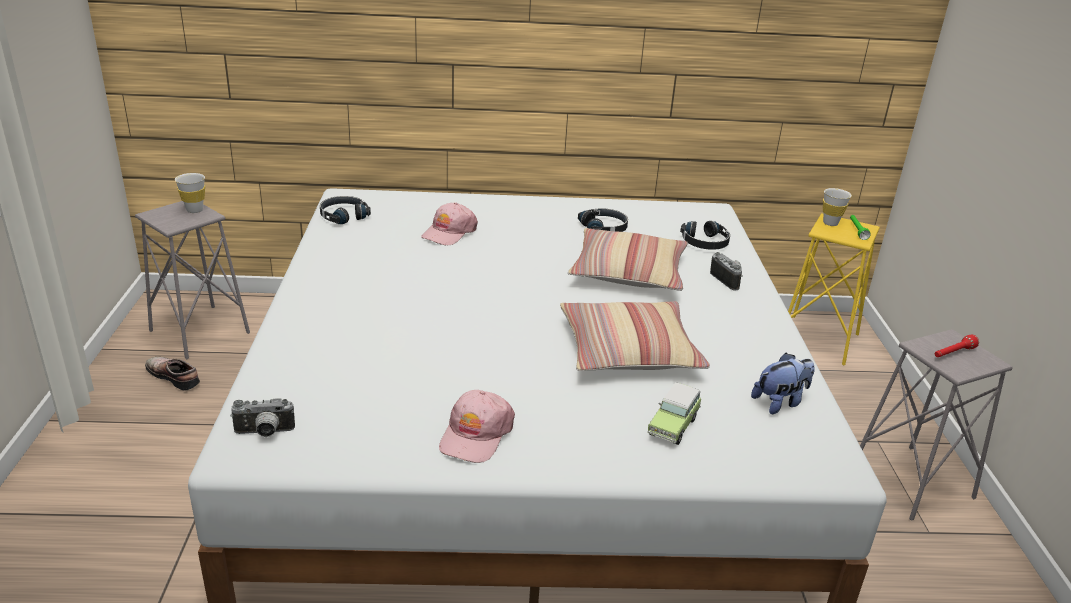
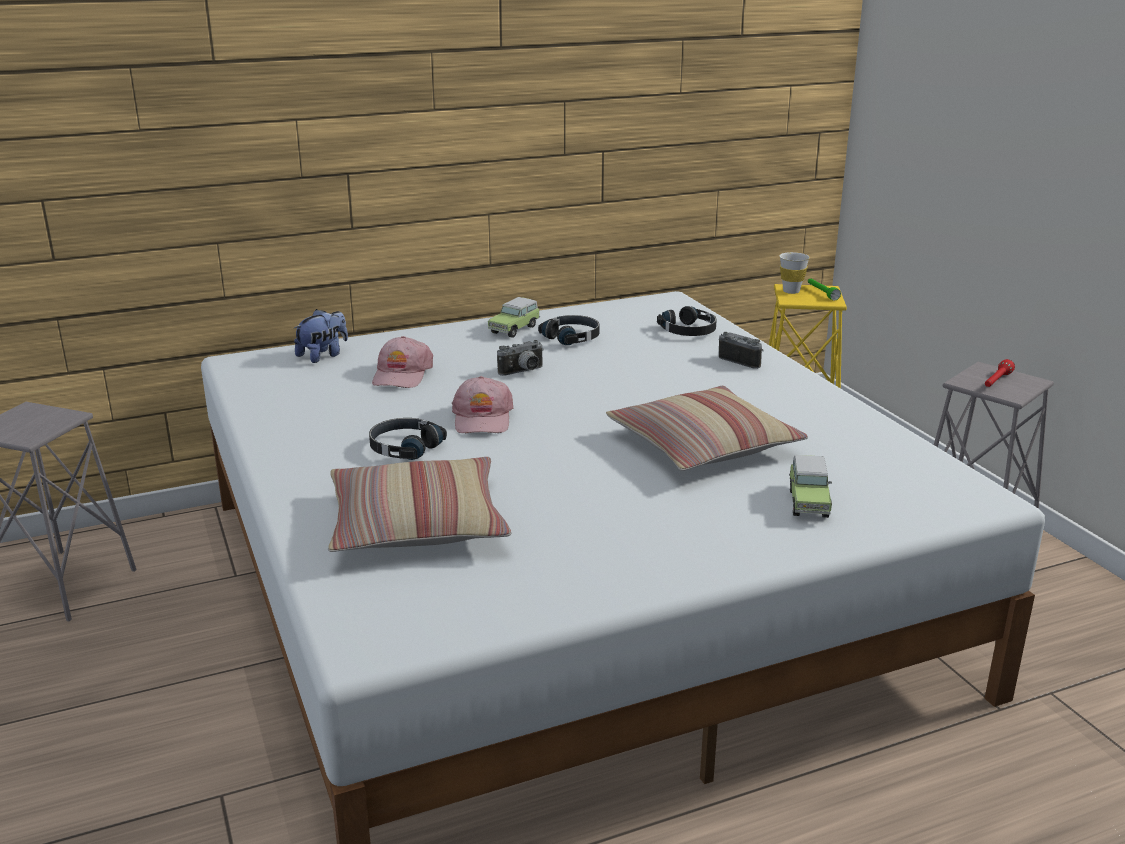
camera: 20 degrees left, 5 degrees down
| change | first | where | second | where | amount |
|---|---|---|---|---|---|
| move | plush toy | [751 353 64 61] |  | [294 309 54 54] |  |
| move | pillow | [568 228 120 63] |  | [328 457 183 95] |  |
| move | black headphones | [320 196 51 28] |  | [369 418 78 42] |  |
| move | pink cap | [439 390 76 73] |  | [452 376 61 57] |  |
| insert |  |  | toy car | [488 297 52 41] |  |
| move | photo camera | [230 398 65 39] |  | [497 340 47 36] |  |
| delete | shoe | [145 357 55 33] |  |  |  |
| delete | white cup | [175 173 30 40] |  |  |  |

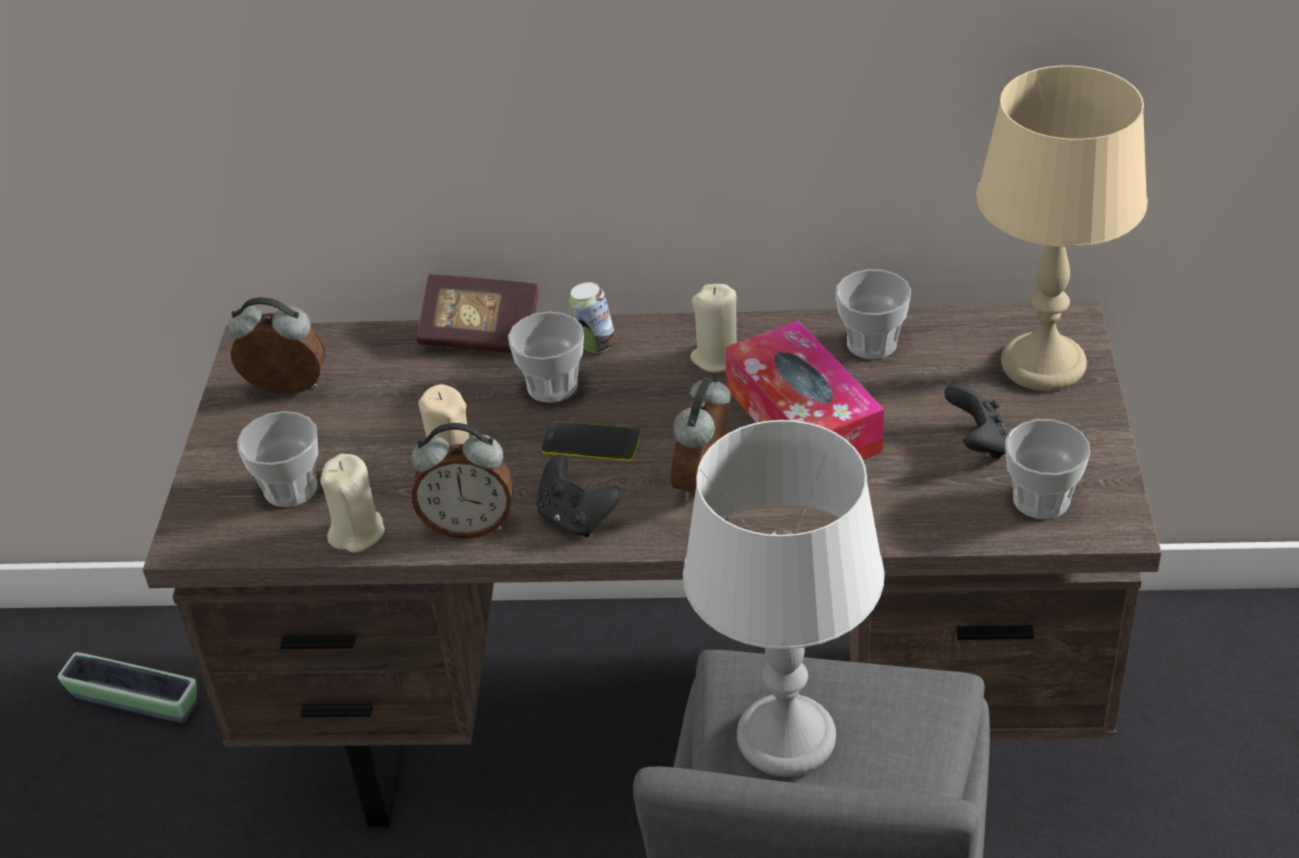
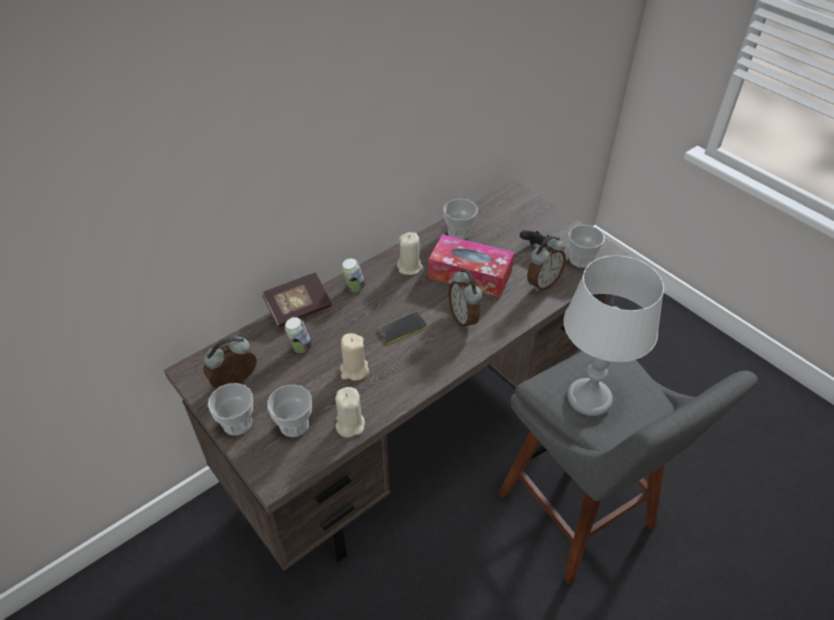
camera: 45 degrees left, 5 degrees up
| change | first | where | second | where | amount |
|---|---|---|---|---|---|
| move | cup | [508 312 76 91] |  | [208 383 45 53] |  |
| insert |  |  | can | [285 317 27 36] |  |
| move | alarm clock | [411 423 102 116] |  | [527 236 39 56] |  |
| delete | planter | [58 652 138 71] |  |  |  |
| delete | black game controller | [536 454 86 83] |  |  |  |
| delete | beige table lamp | [976 65 172 326] |  |  |  |

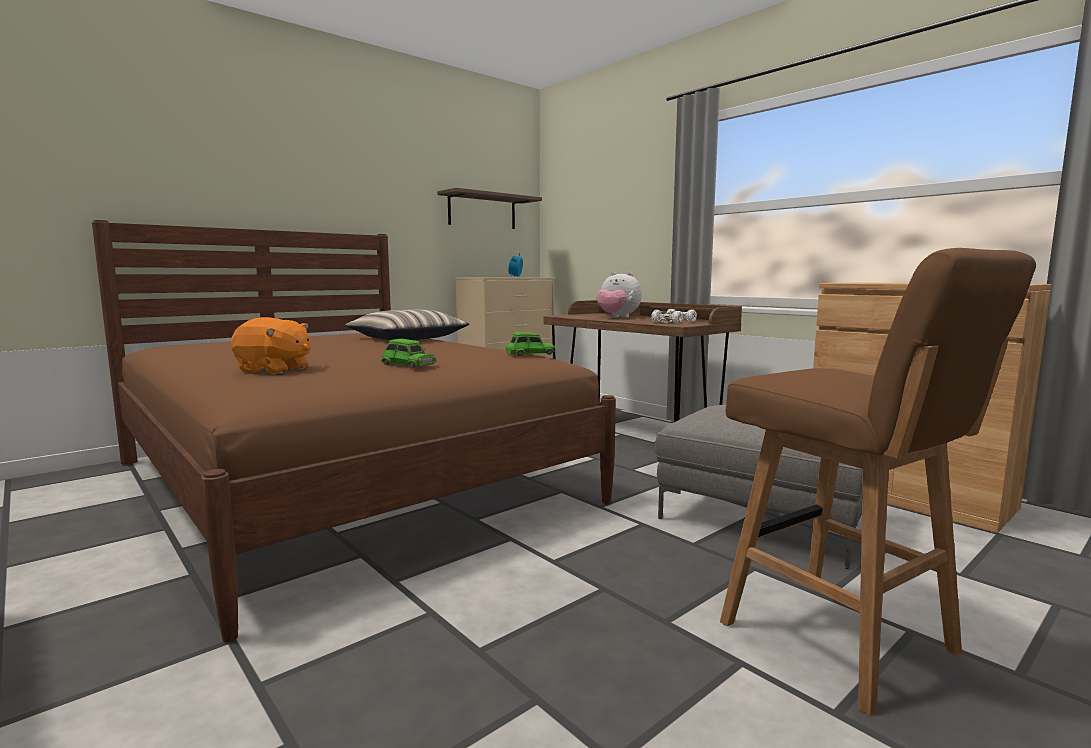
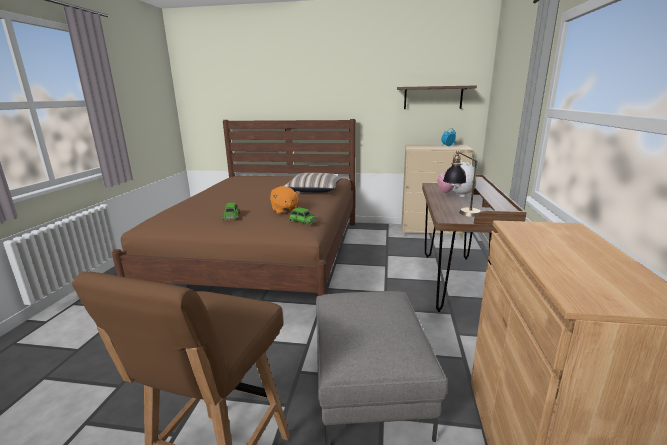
camera: 50 degrees right, 10 degrees up
| change | first | where | second | where | amount |
|---|---|---|---|---|---|
| move | orange plush toy | [231 317 80 57] |  | [270 186 30 28] |  |
| replace | white toy car | [651 309 46 15] | table lamp | [443 150 38 67] |  |

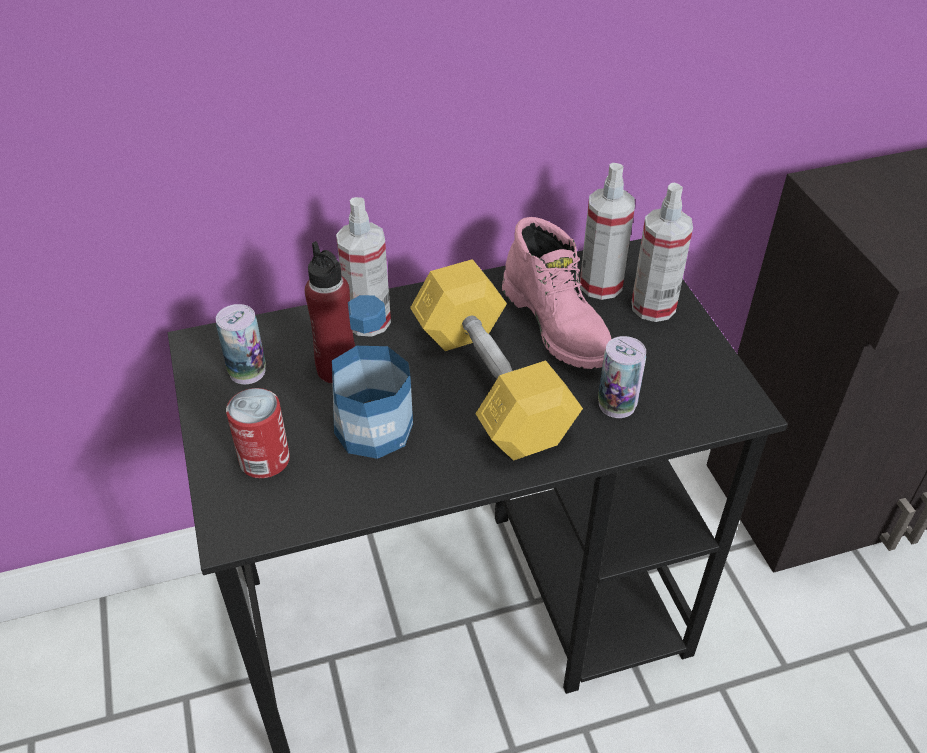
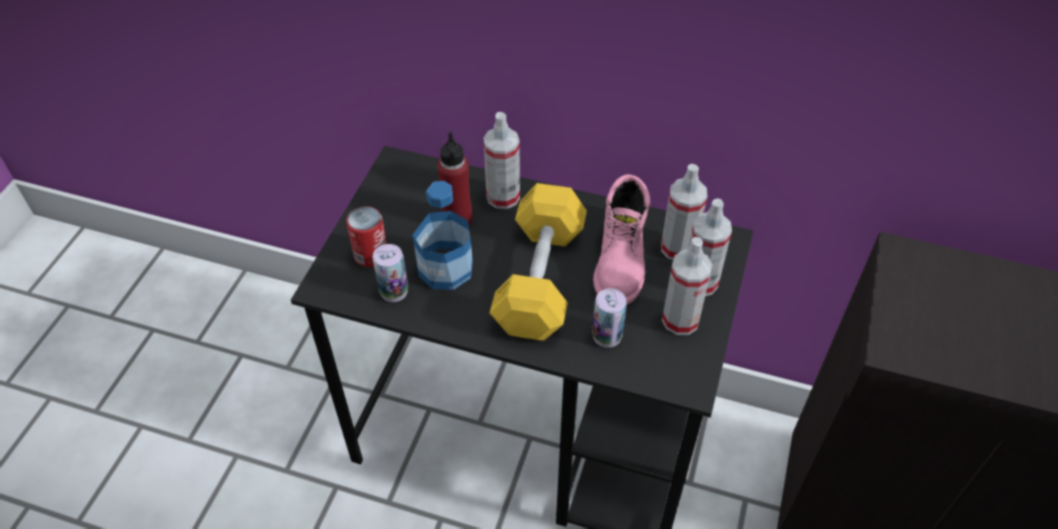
camera: 35 degrees right, 5 degrees up
| change | first | where | second | where | amount |
|---|---|---|---|---|---|
| move | can | [216 304 50 80] |  | [373 244 35 58] |  |
| insert |  |  | spray bottle | [662 237 51 98] |  |

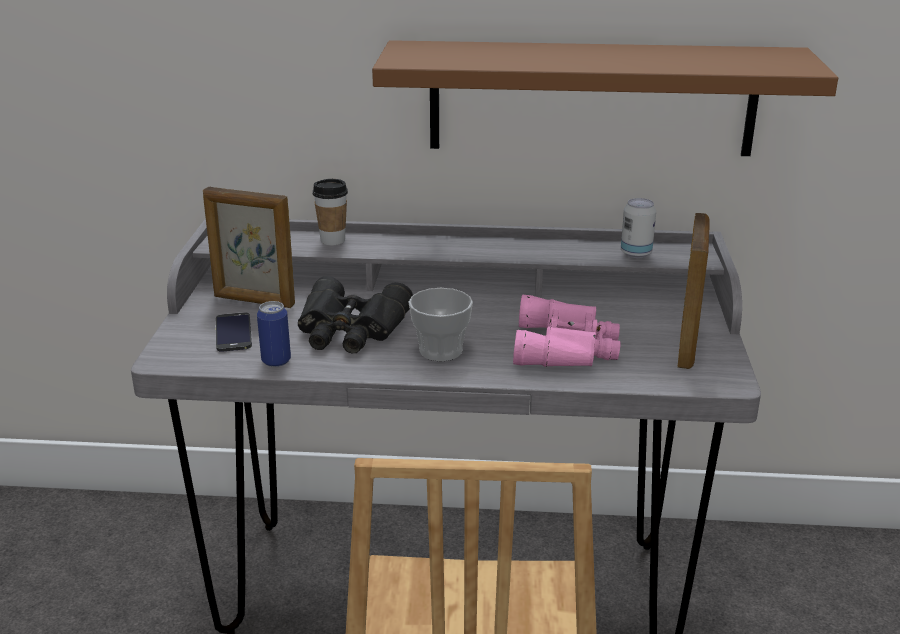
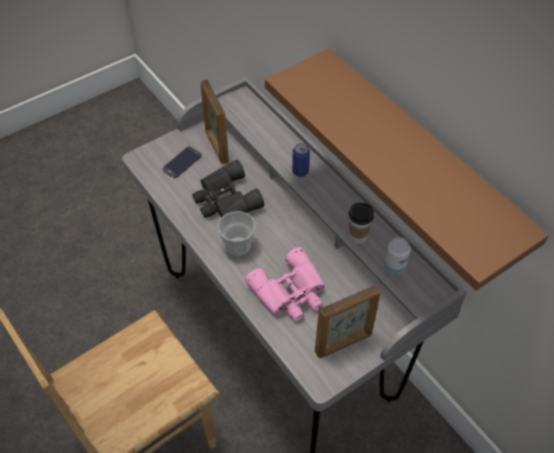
camera: 50 degrees right, 25 degrees up
| change | first | where | second | where | amount |
|---|---|---|---|---|---|
| move | can | [257 301 34 66] |  | [292 143 18 34] |  |
| move | cup | [312 179 36 66] |  | [349 202 25 42] |  |

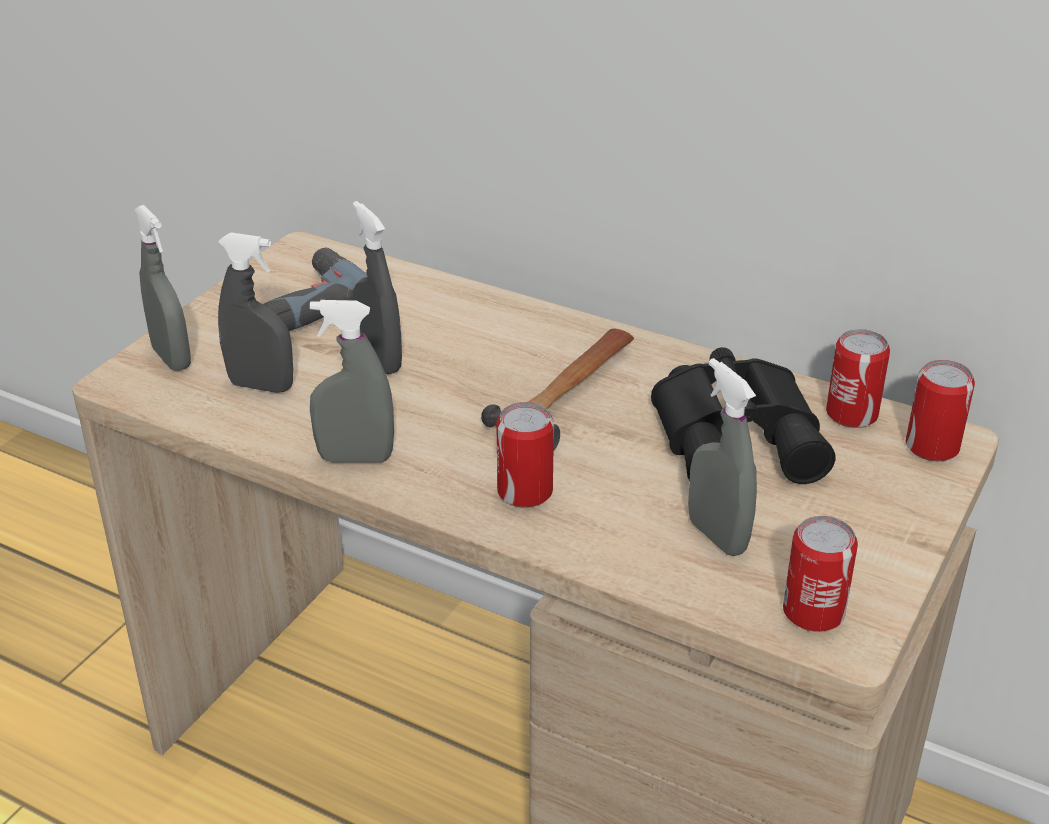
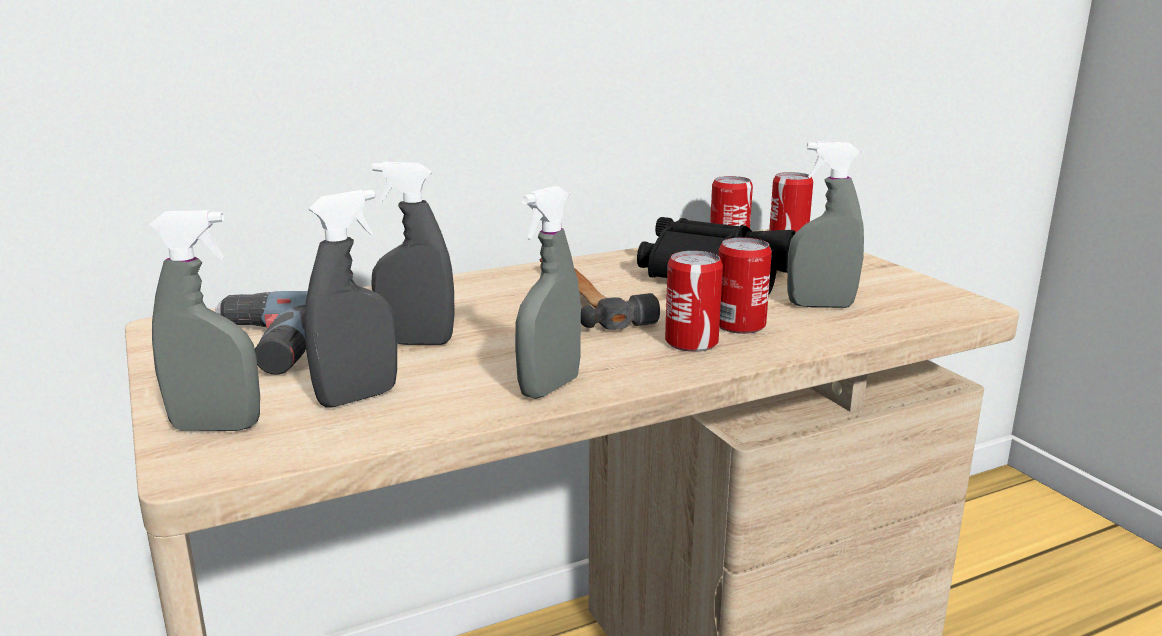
camera: 55 degrees left, 15 degrees down
| change | first | where | second | where | amount |
|---|---|---|---|---|---|
| move | can | [783 516 75 116] |  | [718 237 54 97] |  |

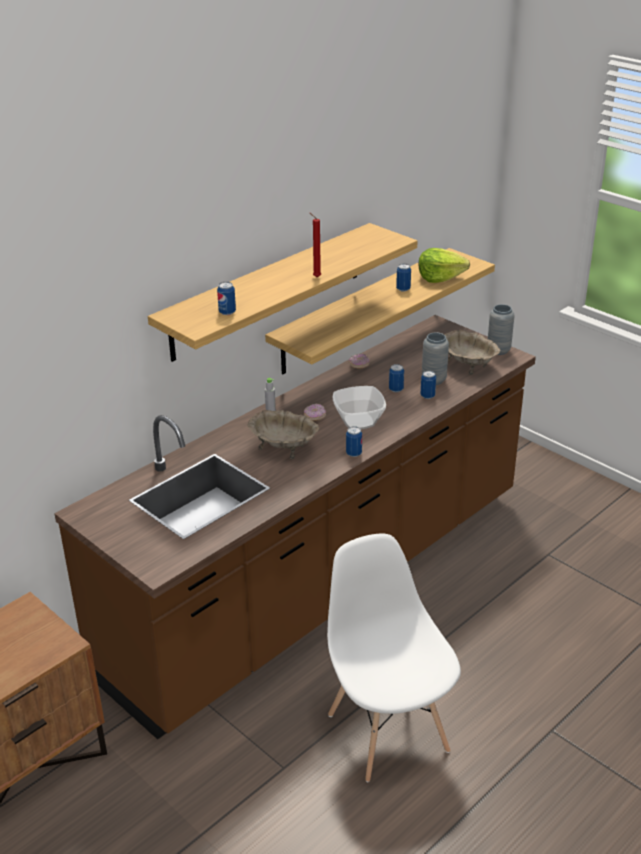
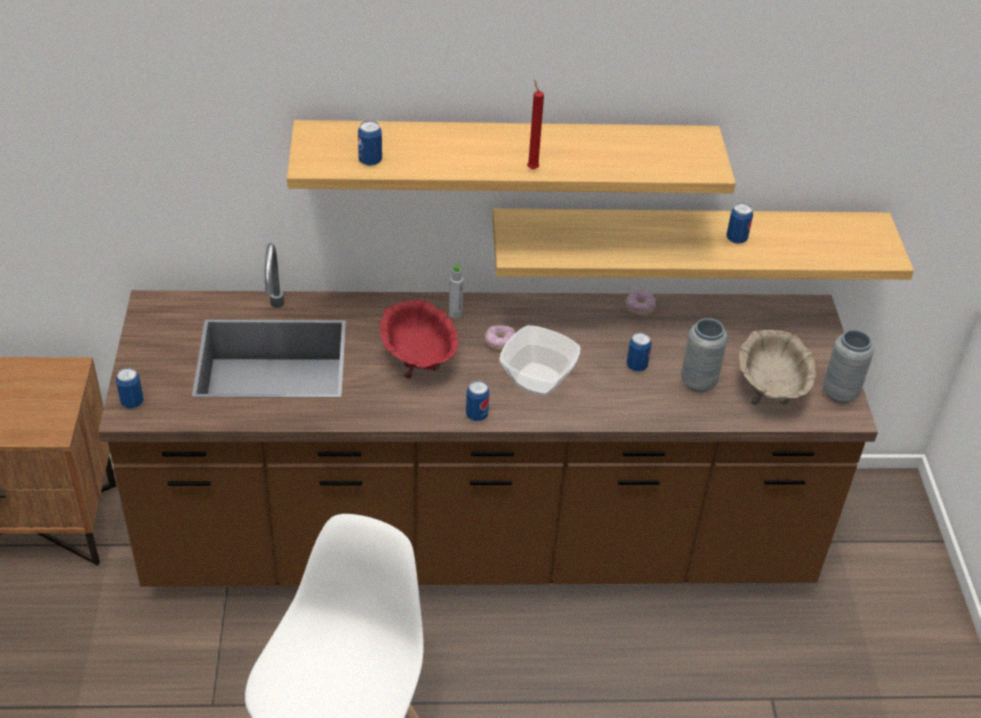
camera: 40 degrees right, 10 degrees up
| change | first | where | second | where | amount |
|---|---|---|---|---|---|
| move | can | [421 370 15 29] |  | [116 367 28 42] |  |
| recolor | beige bowl | [247 410 72 49] | red bowl | [379 300 79 79] |  |
| delete | lettuce | [419 248 51 35] |  |  |  |

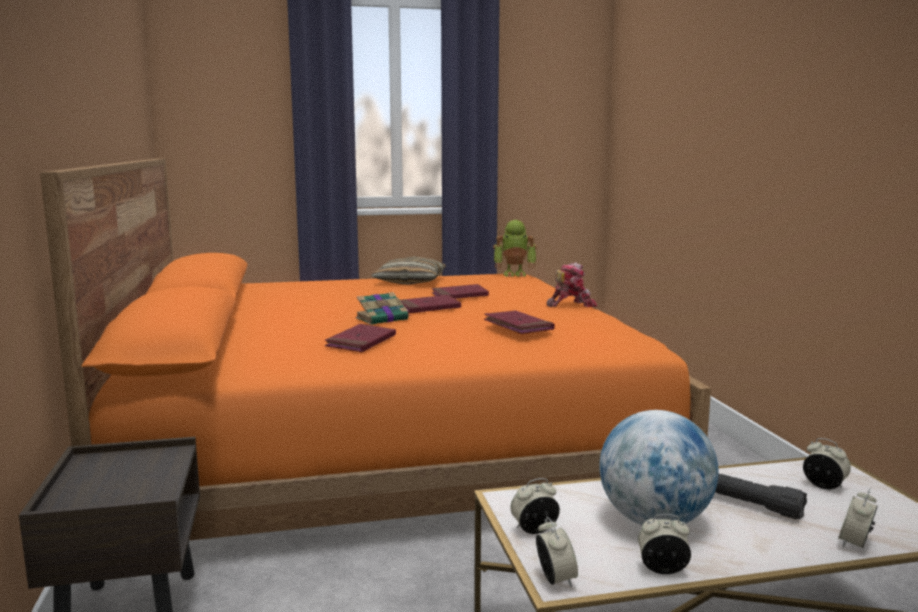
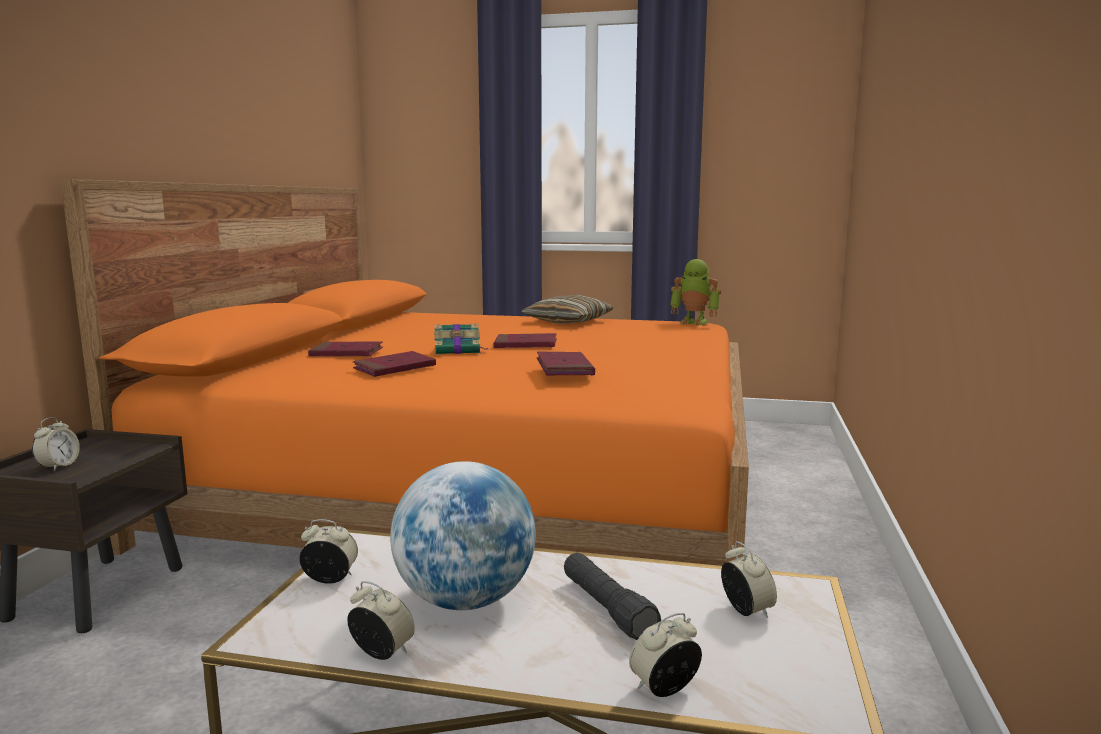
camera: 25 degrees right, 0 degrees up
| change | first | where | second | where | amount |
|---|---|---|---|---|---|
| move | alarm clock | [536 517 42 71] |  | [32 417 48 54] |  |
| move | red book | [432 284 57 15] |  | [308 341 75 16] |  |
| delete | toy robot | [547 263 50 44] |  |  |  |

